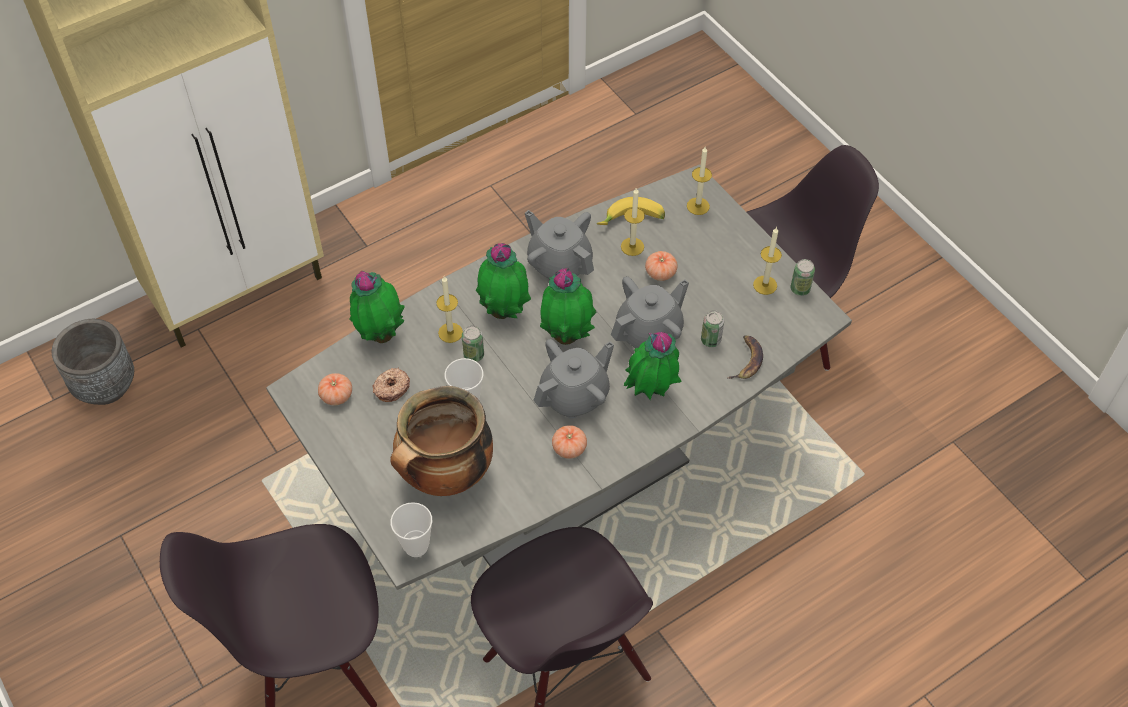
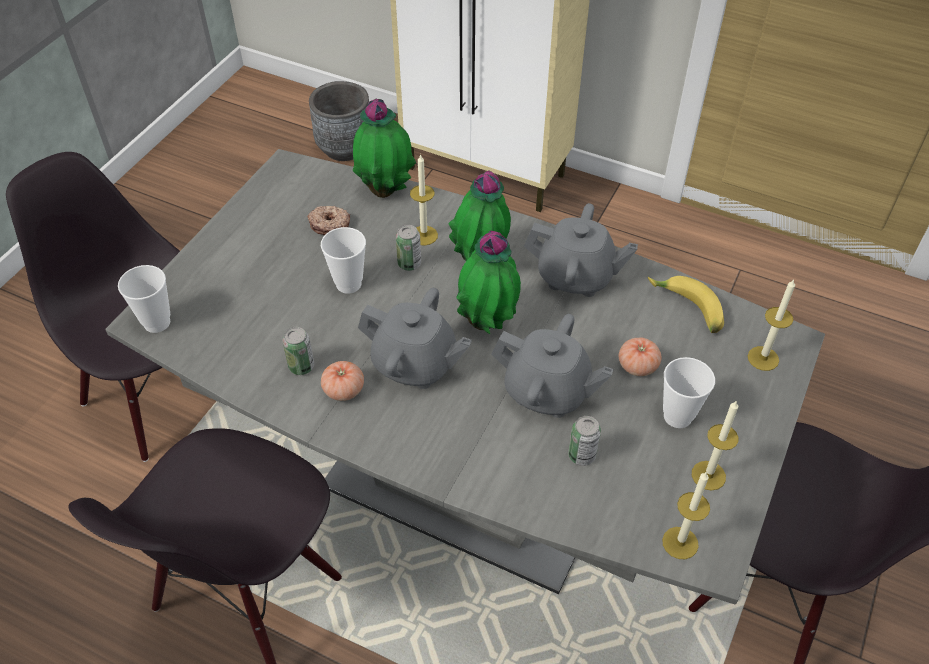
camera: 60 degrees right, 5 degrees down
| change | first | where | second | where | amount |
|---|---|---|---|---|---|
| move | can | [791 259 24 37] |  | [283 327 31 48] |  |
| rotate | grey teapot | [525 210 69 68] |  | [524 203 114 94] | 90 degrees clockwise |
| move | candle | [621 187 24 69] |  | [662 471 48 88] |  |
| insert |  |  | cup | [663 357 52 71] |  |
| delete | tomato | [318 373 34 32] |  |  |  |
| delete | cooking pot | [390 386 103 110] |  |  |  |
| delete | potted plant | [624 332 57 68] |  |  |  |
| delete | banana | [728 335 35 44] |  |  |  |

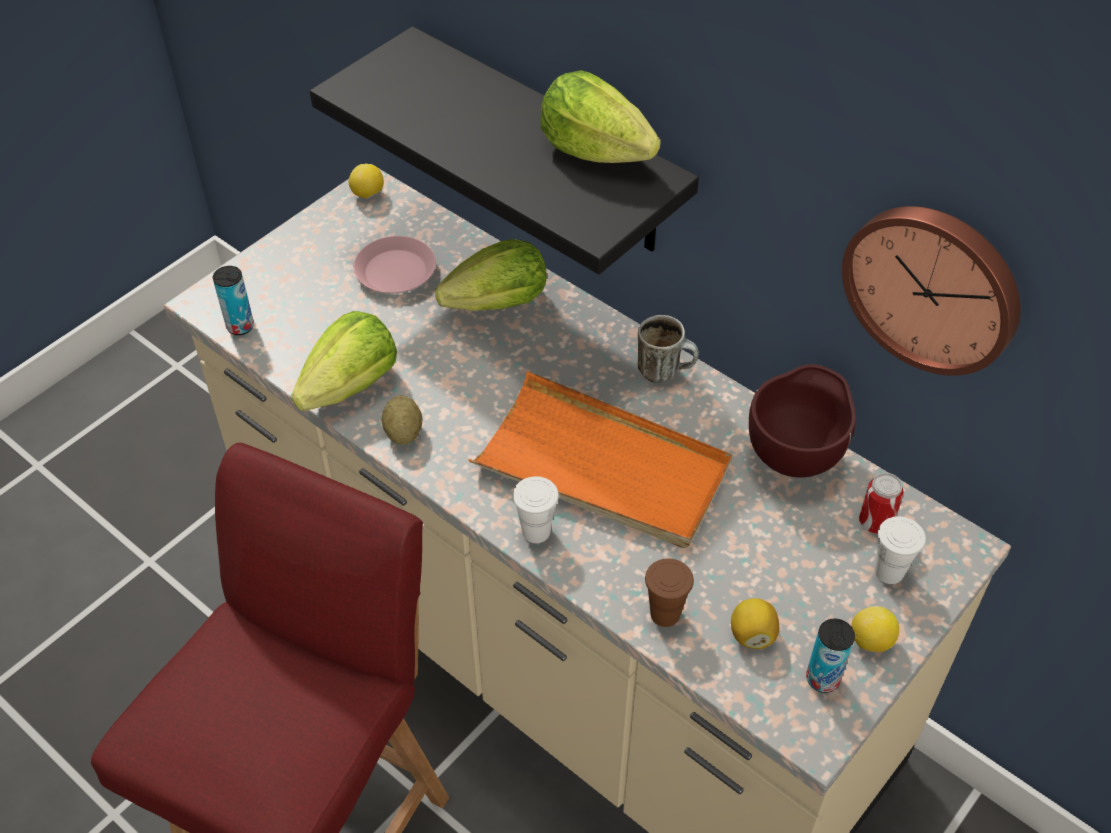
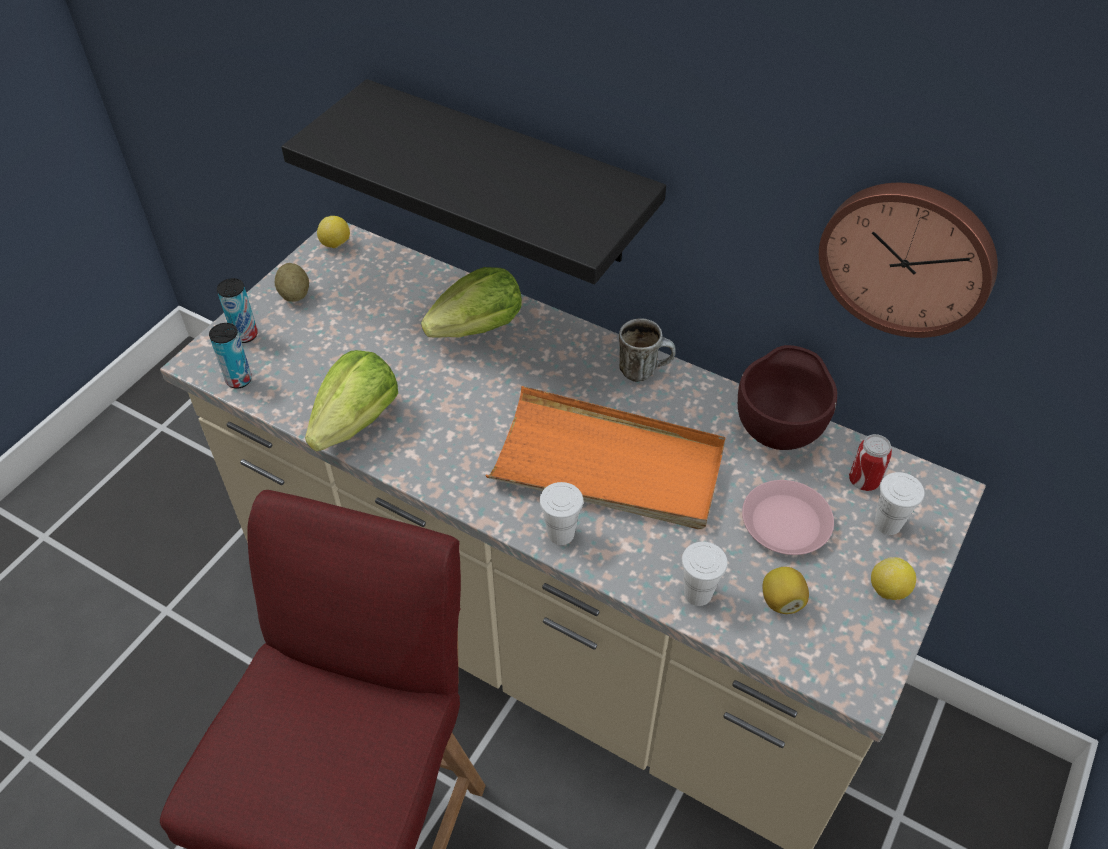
camera: 10 degrees left, 0 degrees up
| change | first | where | second | where | amount |
|---|---|---|---|---|---|
| move | can | [806 619 49 74] |  | [217 278 41 65] |  |
| move | potato | [382 396 40 49] |  | [275 263 34 39] |  |
| recolor | brown cup | [645 558 49 69] | white cup | [681 542 47 64] |  |
| move | pink plate | [354 236 82 57] |  | [742 480 92 75] |  |
| delete | lettuce | [541 70 120 93] |  |  |  |

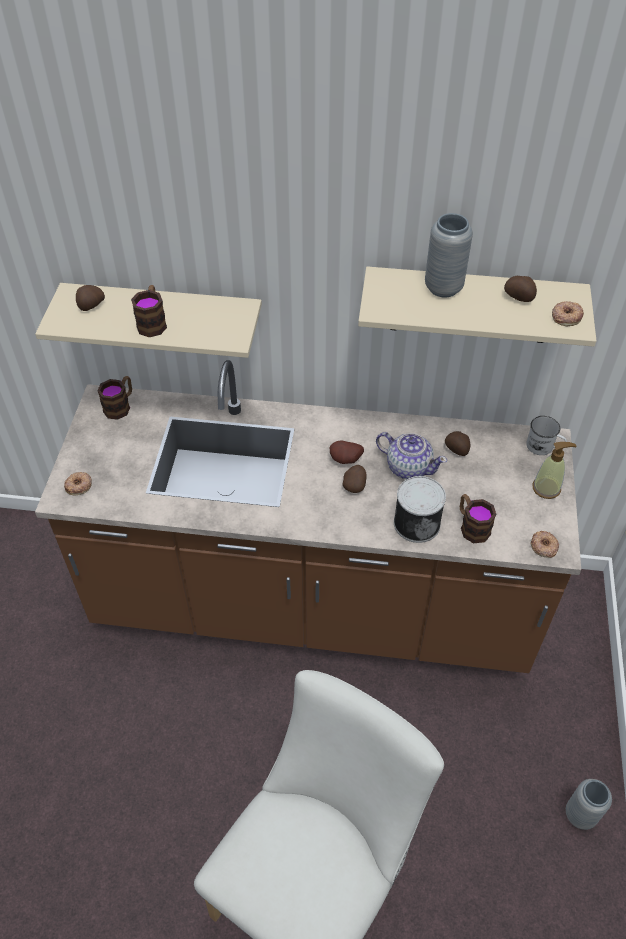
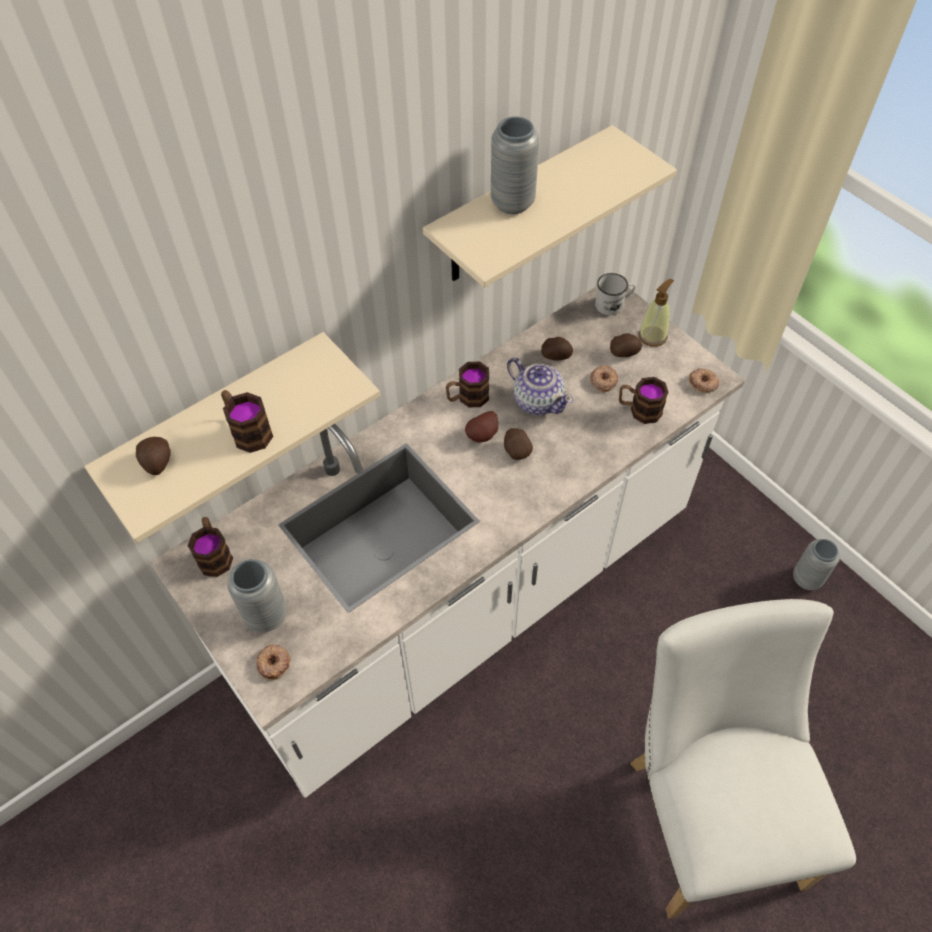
camera: 45 degrees left, 5 degrees up
| change | first | where | second | where | amount |
|---|---|---|---|---|---|
| recolor | brown counter | [35 360 546 313] | white counter | [149 286 596 512] |  |
| insert |  |  | grey vase | [227 559 60 73] |  |
| insert |  |  | mug | [446 362 43 46] |  |
| rotate | teapot | [376 432 71 47] |  | [507 357 66 58] | 60 degrees clockwise |
| move | donut | [552 301 32 25] |  | [590 365 28 27] |  |
| move | potato | [504 276 33 26] |  | [610 333 32 24] |  |
| delete | can | [394 476 52 67] |  |  |  |

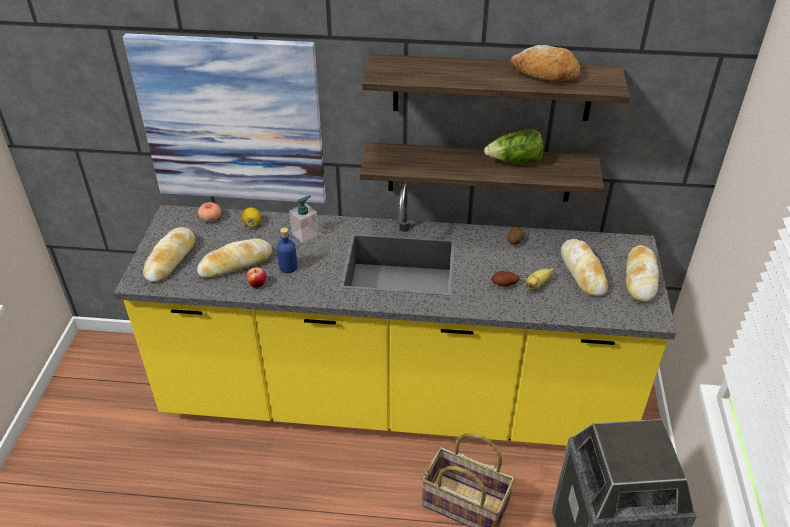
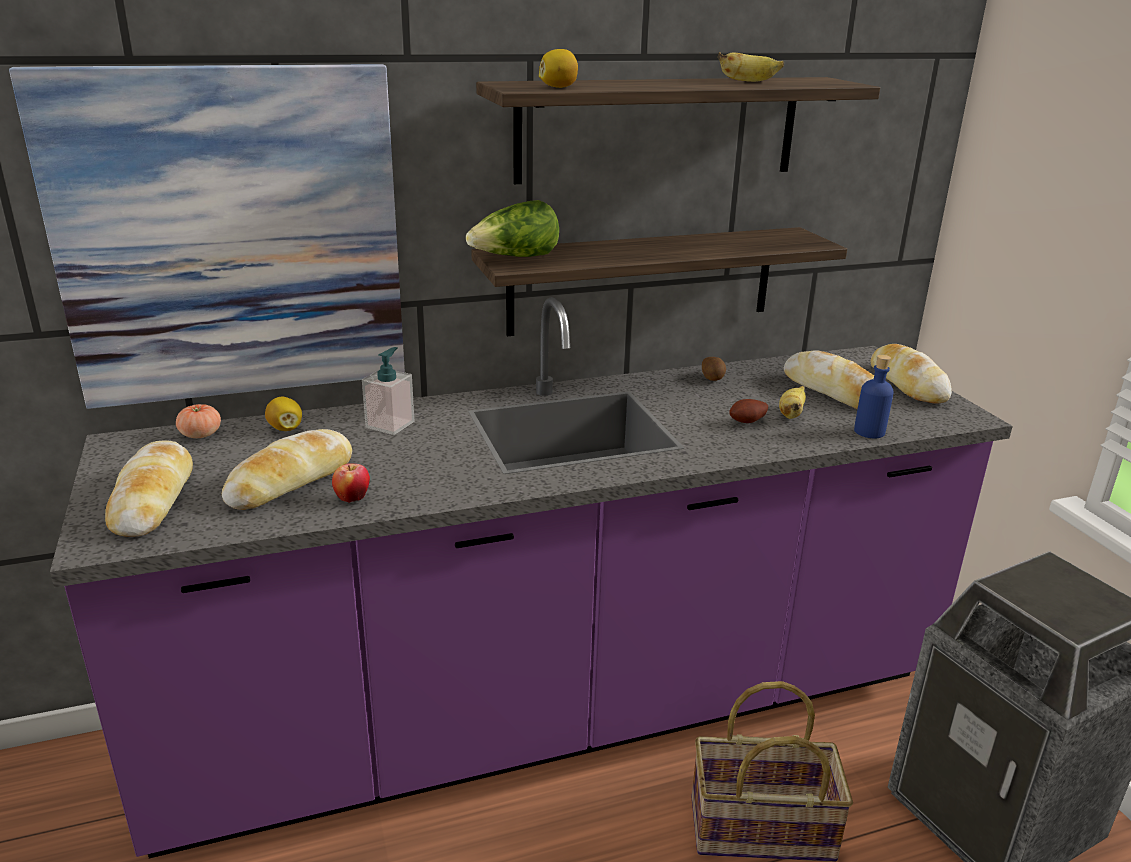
camera: 25 degrees left, 15 degrees down
| change | first | where | second | where | amount |
|---|---|---|---|---|---|
| recolor | yellow counter | [114 182 562 264] | purple counter | [50 297 963 561] |  |
| move | lettuce | [484 129 59 34] |  | [466 200 93 57] |  |
| insert |  |  | lemon | [539 49 39 39] |  |
| replace | bread | [510 45 70 37] | banana | [718 52 66 30] |  |
| move | blue bottle | [277 228 21 45] |  | [854 354 40 84] |  |

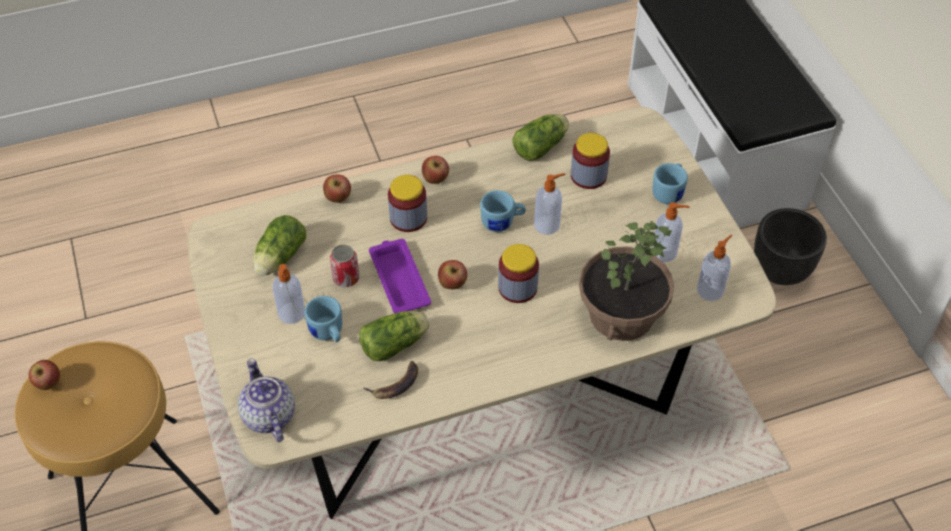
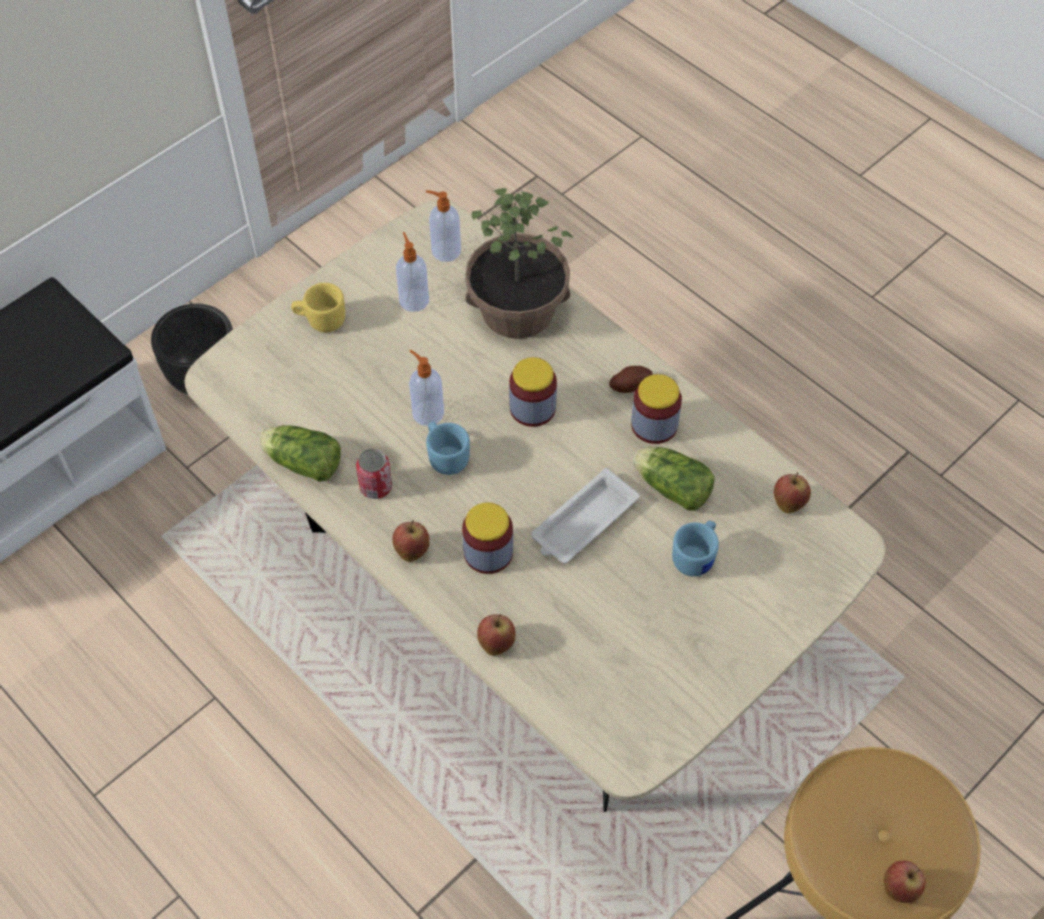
camera: 115 degrees left, 5 degrees up
| change | first | where | second | where | amount |
|---|---|---|---|---|---|
| recolor | blue mug | [652 163 36 41] | yellow mug | [291 283 54 49] |  |
| move | can | [330 245 29 42] |  | [356 448 36 51] |  |
| recolor | purple tray | [369 239 62 74] | white tray | [531 468 109 95] |  |
| insert |  |  | potato | [609 366 44 27] |  |
| move | jar | [571 133 39 56] |  | [631 374 51 70] |  |
| move | apple | [438 260 29 29] |  | [774 472 37 41] |  |
| delete | teapot | [238 358 57 84] |  |  |  |
| delete | lettuce | [253 215 53 61] |  |  |  |
| delete | soap dispenser | [273 264 32 60] |  |  |  |
| delete | banana | [364 361 54 38] |  |  |  |

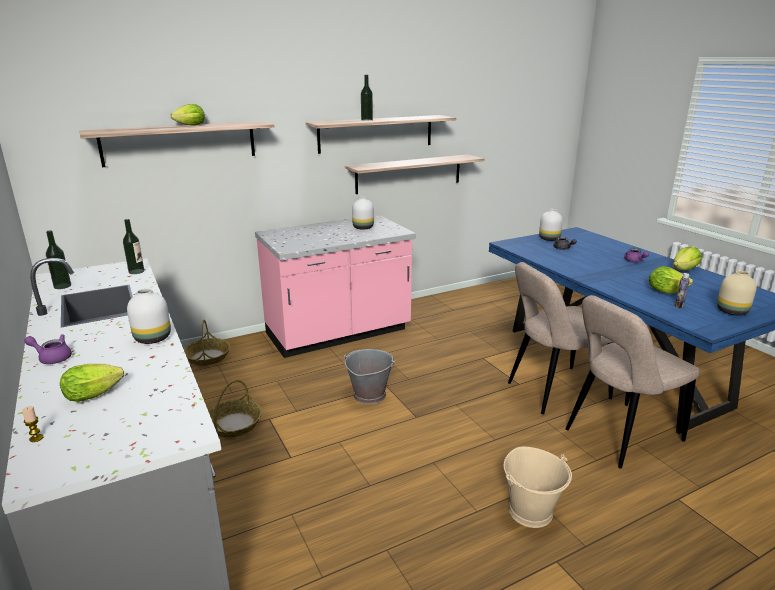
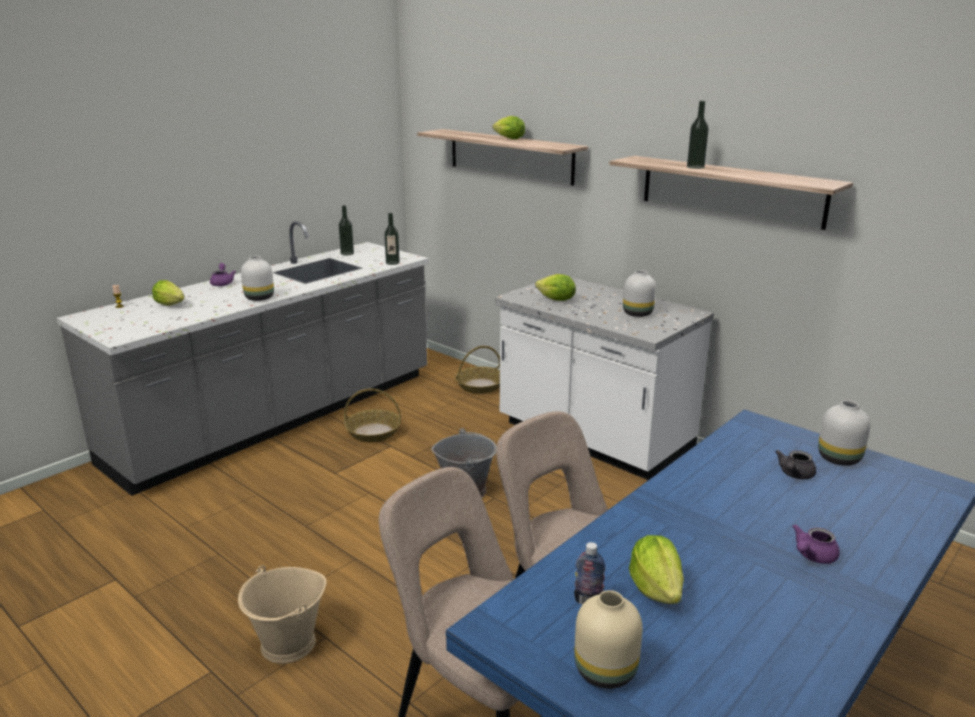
camera: 70 degrees right, 0 degrees up
| change | first | where | second | where | amount |
|---|---|---|---|---|---|
| recolor | pink counter | [255 215 161 143] | white counter | [495 277 219 203] |  |
| move | lettuce | [673 247 29 23] |  | [535 274 41 27] |  |
| delete | shelf | [345 154 139 40] |  |  |  |

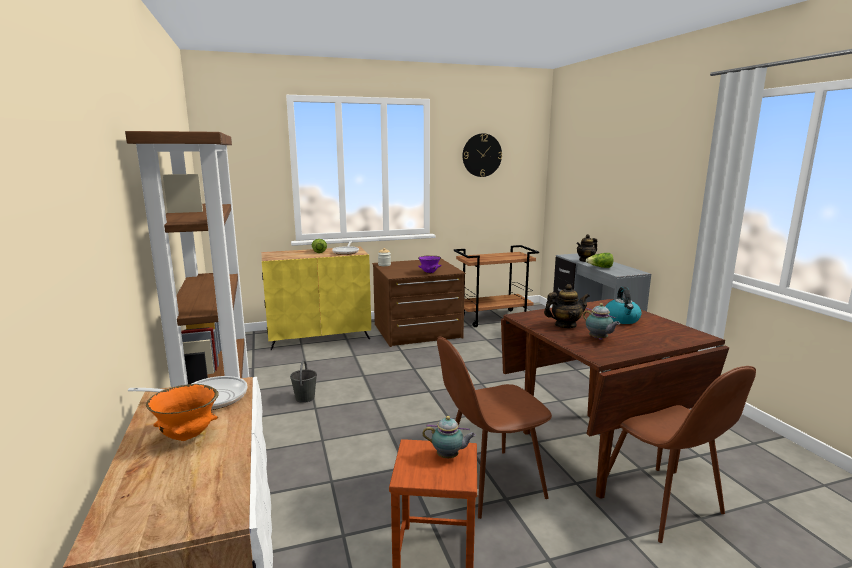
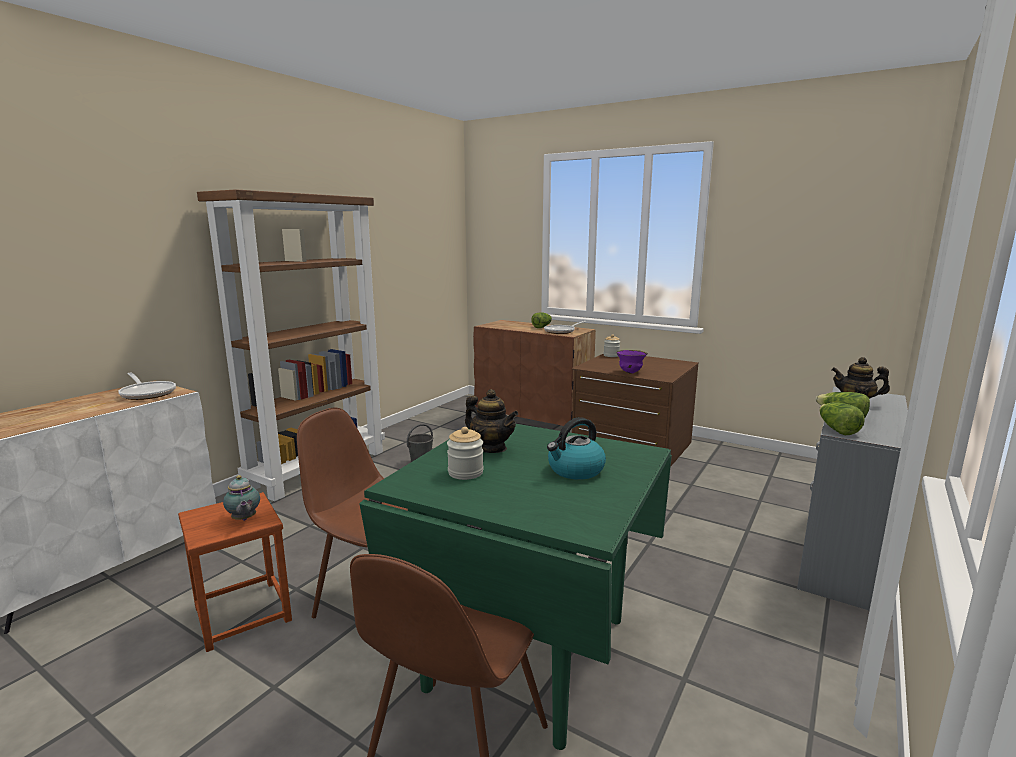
camera: 50 degrees right, 0 degrees up
| change | first | where | second | where | amount |
|---|---|---|---|---|---|
| recolor | brown dining table | [501 299 228 199] | green dining table | [359 424 313 326] |  |
| replace | teapot | [583 303 37 37] | jar | [447 427 37 53] |  |
| recolor | yellow cabinet | [262 247 109 103] | brown cabinet | [473 320 123 112] |  |
| insert |  |  | lettuce | [819 402 46 33] |  |
| delete | orange bowl | [146 384 73 57] |  |  |  |
| delete | brown cart | [454 245 85 82] |  |  |  |
| delete | wall clock | [462 133 40 44] |  |  |  |

